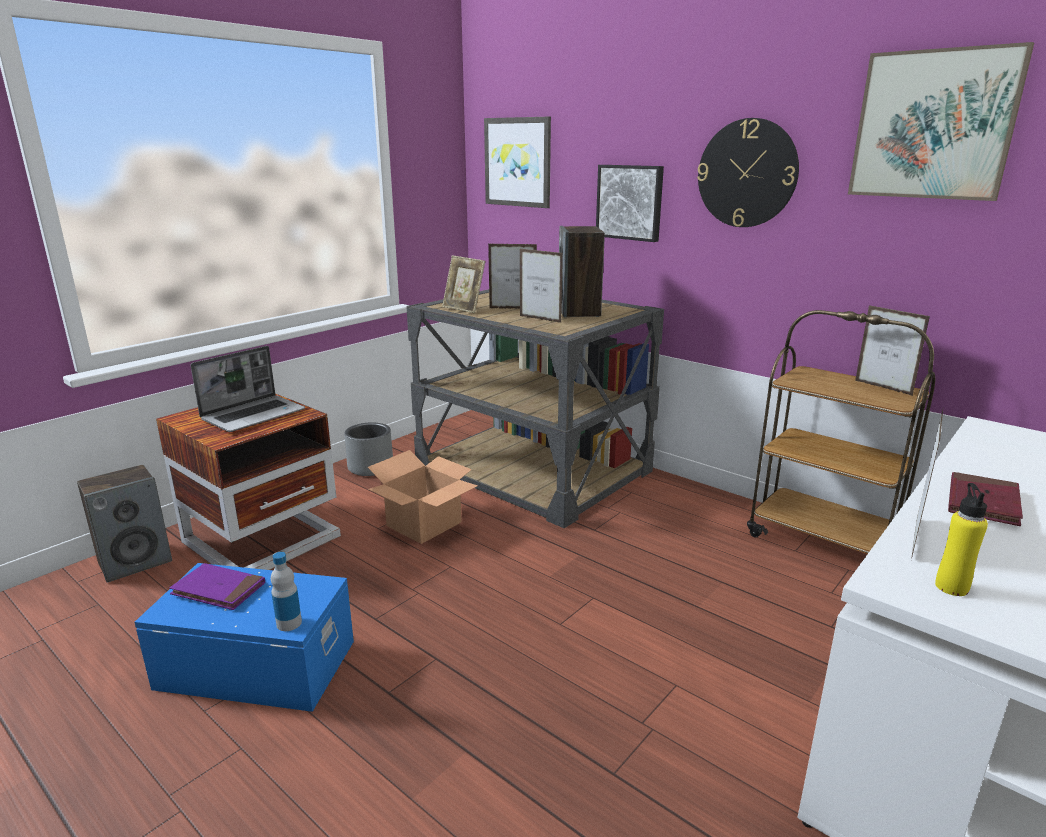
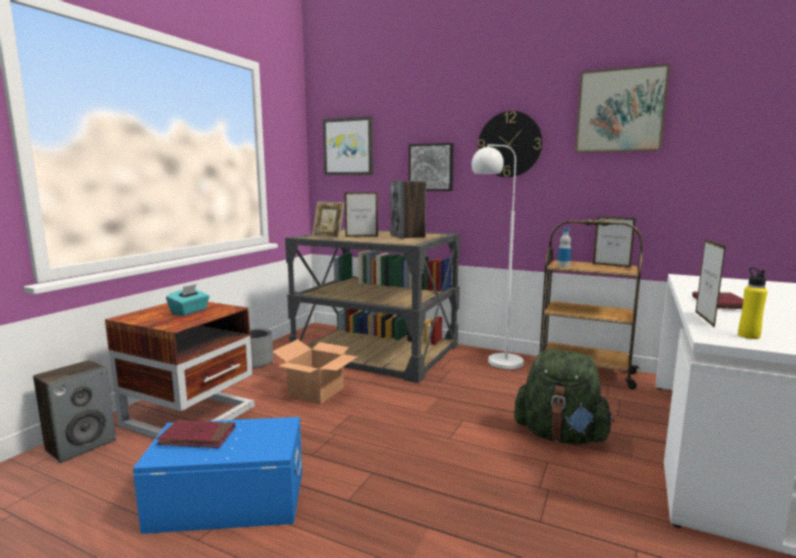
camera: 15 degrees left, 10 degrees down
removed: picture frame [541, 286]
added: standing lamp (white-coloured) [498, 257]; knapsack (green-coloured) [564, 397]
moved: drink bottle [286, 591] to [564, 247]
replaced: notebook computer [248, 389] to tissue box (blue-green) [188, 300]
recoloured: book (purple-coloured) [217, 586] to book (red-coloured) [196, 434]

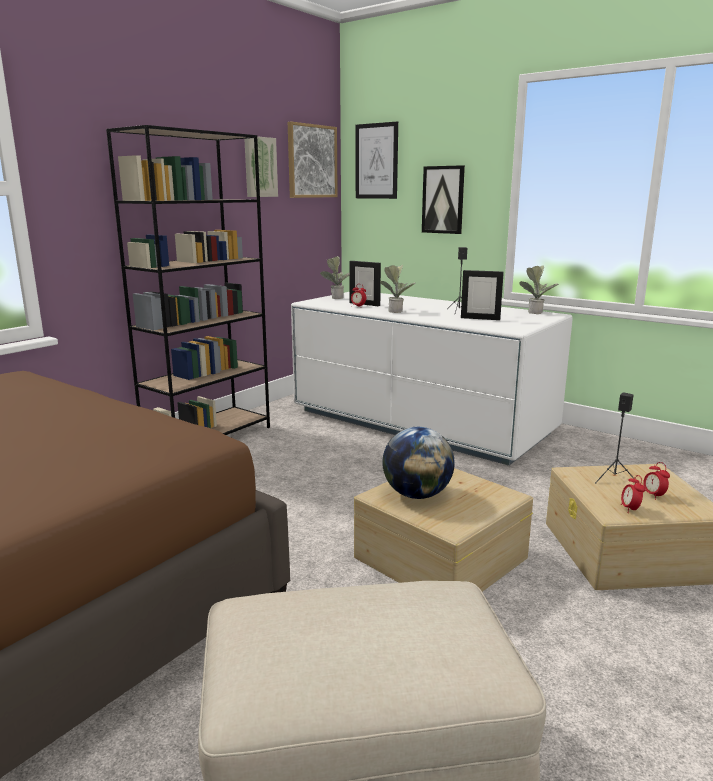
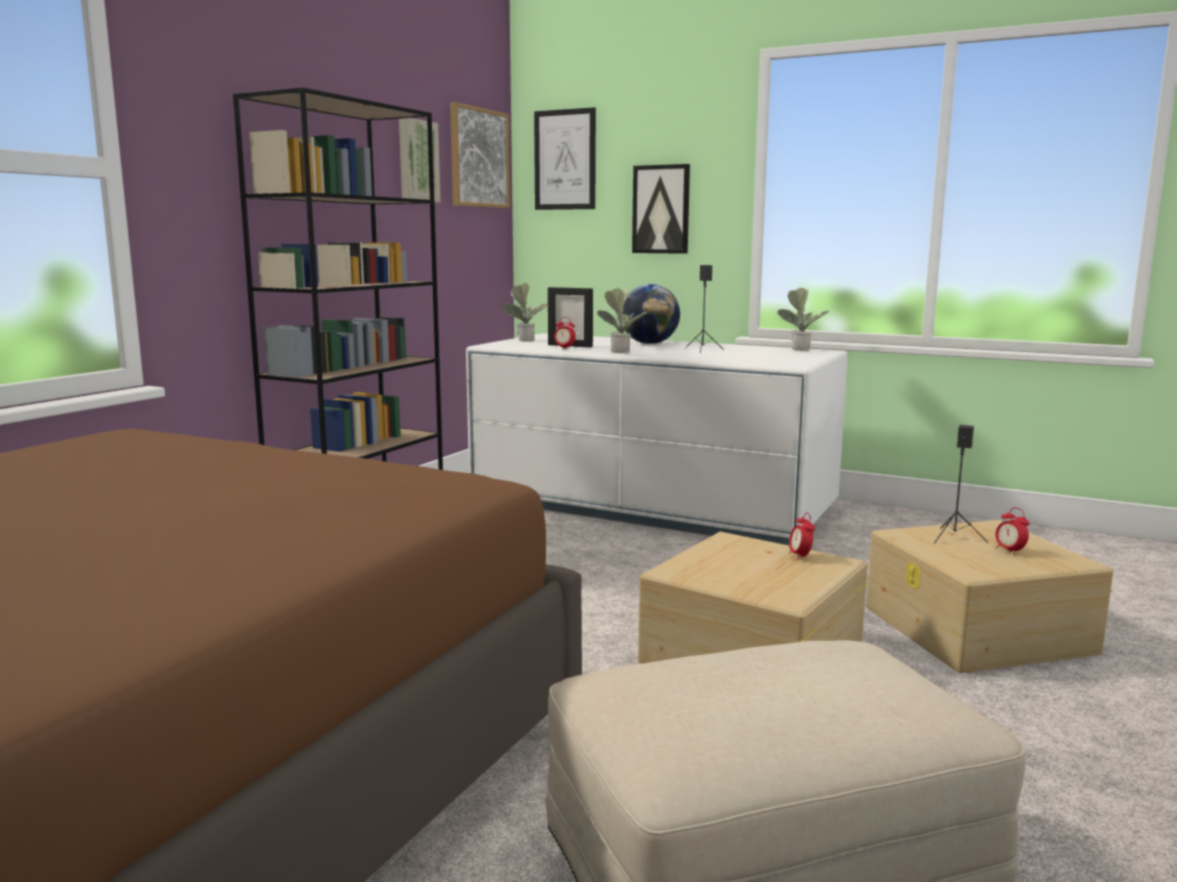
camera: 10 degrees left, 5 degrees down
removed: picture frame [482, 295]
moved: world globe [418, 463] to [651, 314]; bedside clock [633, 494] to [802, 536]

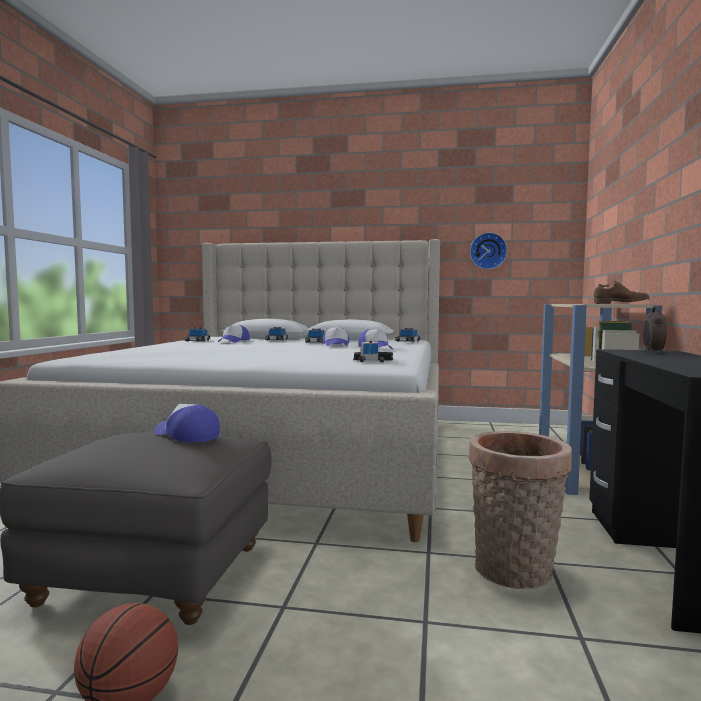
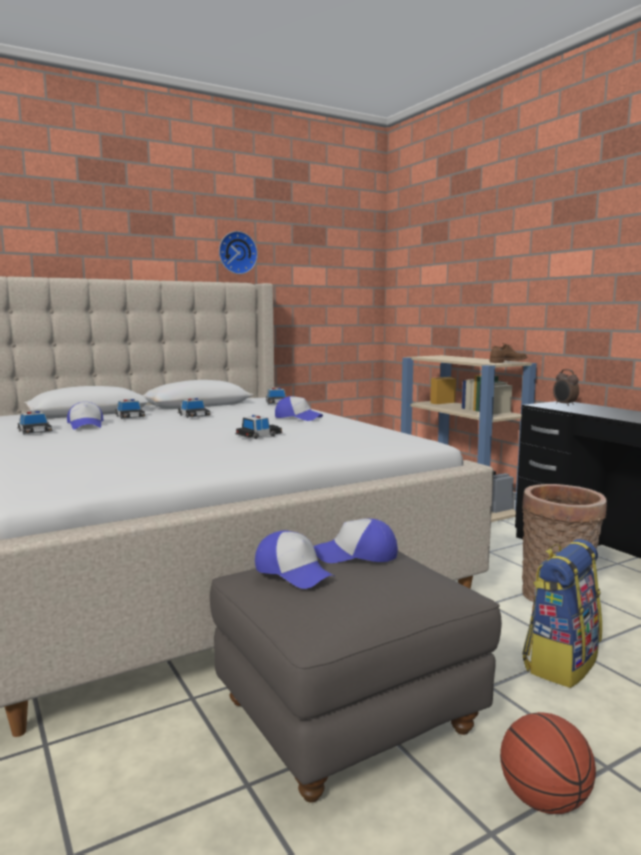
camera: 40 degrees left, 5 degrees up
added: knapsack [562, 613]
moved: baseball cap [336, 336] to [295, 560]; toy car [373, 351] to [259, 427]; wall clock [488, 251] to [238, 252]

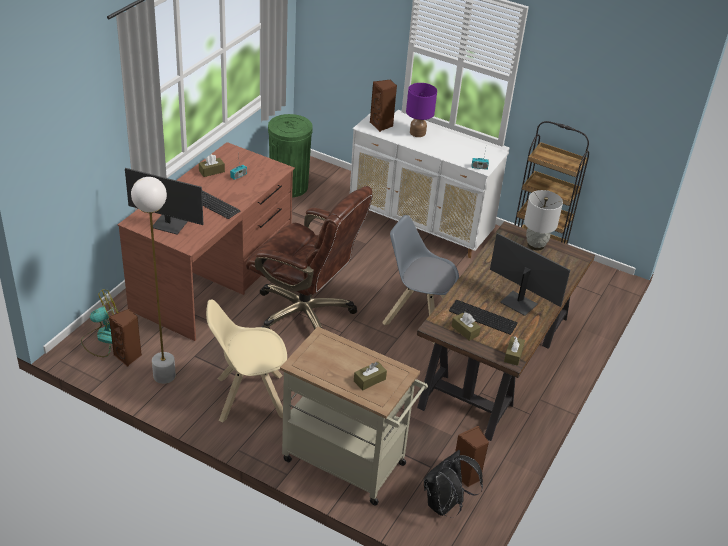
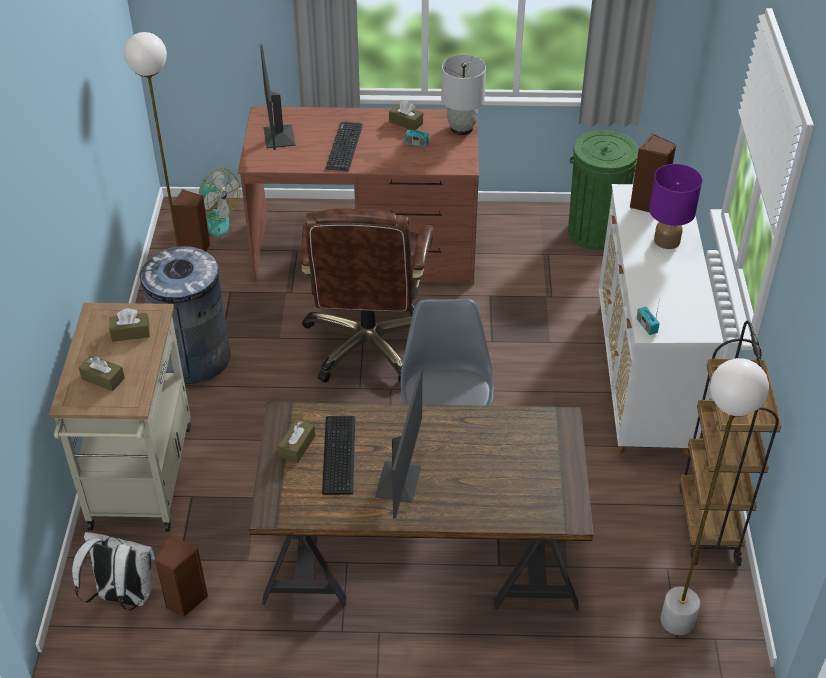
camera: 65 degrees right, 5 degrees up
added: standing lamp (white-coloured) [715, 496]
moved: tissue box (brown) [514, 351] to [129, 325]; table lamp (white-coloured) [543, 220] to [463, 95]
replaced: upright chair (beige-coloured) [246, 361] to waste bin (gray) [184, 315]
recoloured: knapsack (black) [453, 483] to knapsack (white-coloured) [114, 571]

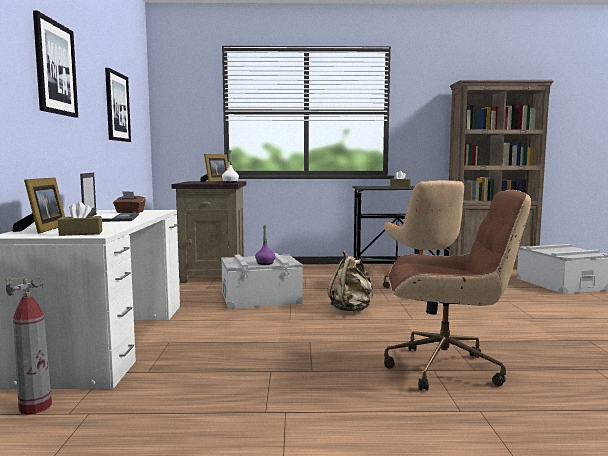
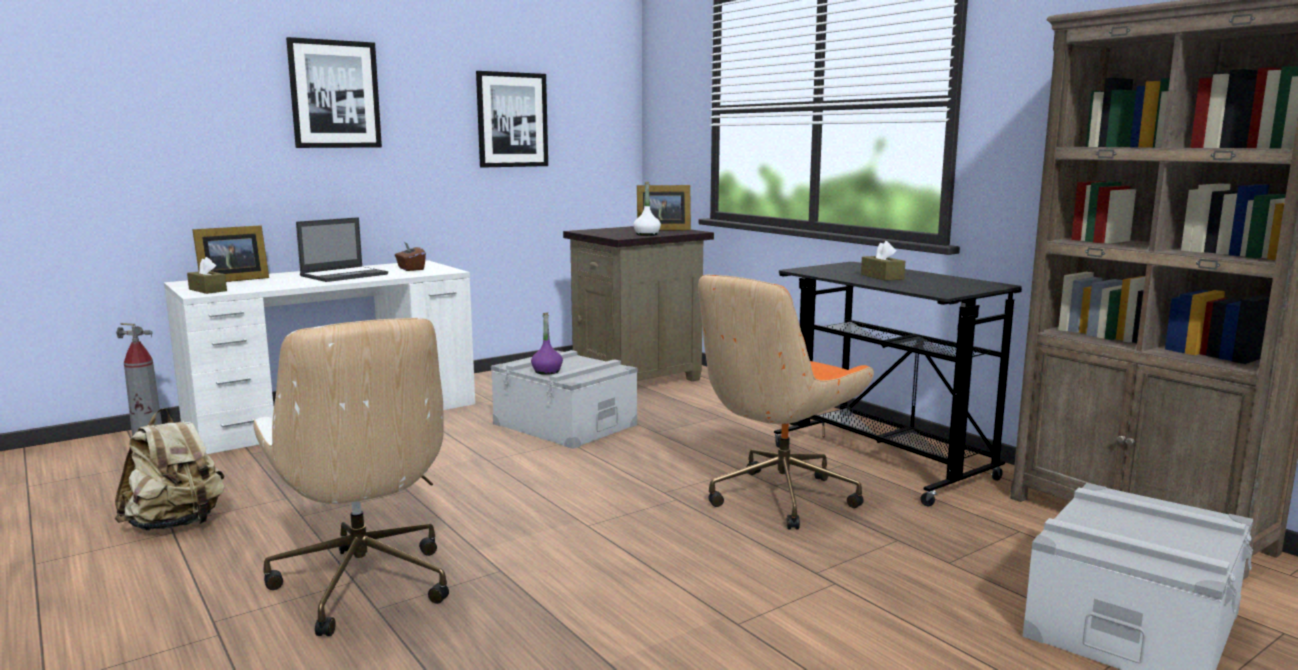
camera: 55 degrees right, 5 degrees up
moved: knapsack (beige-coloured) [350, 281] to [170, 469]
recoloured: computer chair (brown) [457, 290] to computer chair (white-coloured) [351, 477]

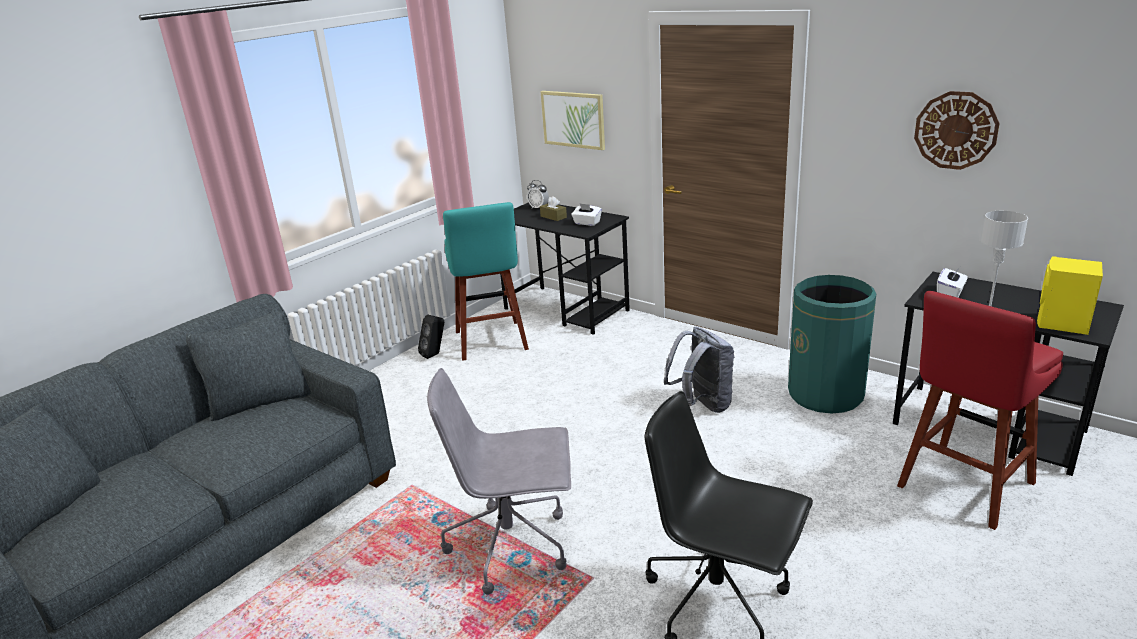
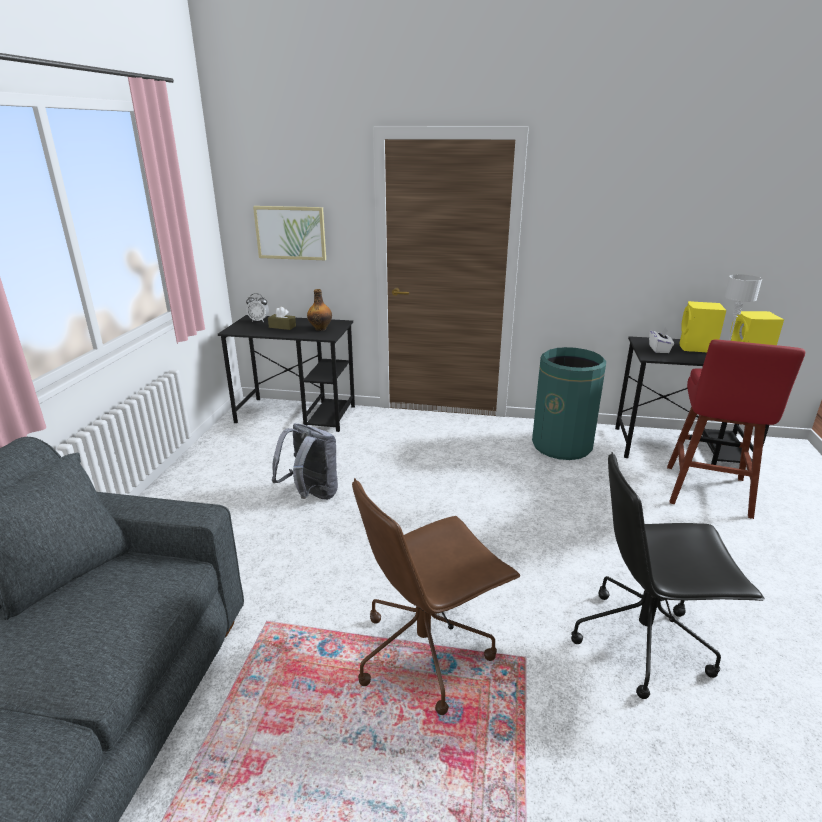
camera: 30 degrees left, 0 degrees up
removed: audio speaker (black) [431, 337]; sitting stool (blue-green) [486, 281]; wall clock [957, 130]
added: audio speaker (yellow-coloured) [703, 326]
moved: knapsack (gray) [699, 370] to [305, 461]
replaced: tissue box (white-coloured) [586, 215] to drink bottle [319, 310]
recoloured: computer chair (gray) [499, 481] to computer chair (brown) [436, 597]

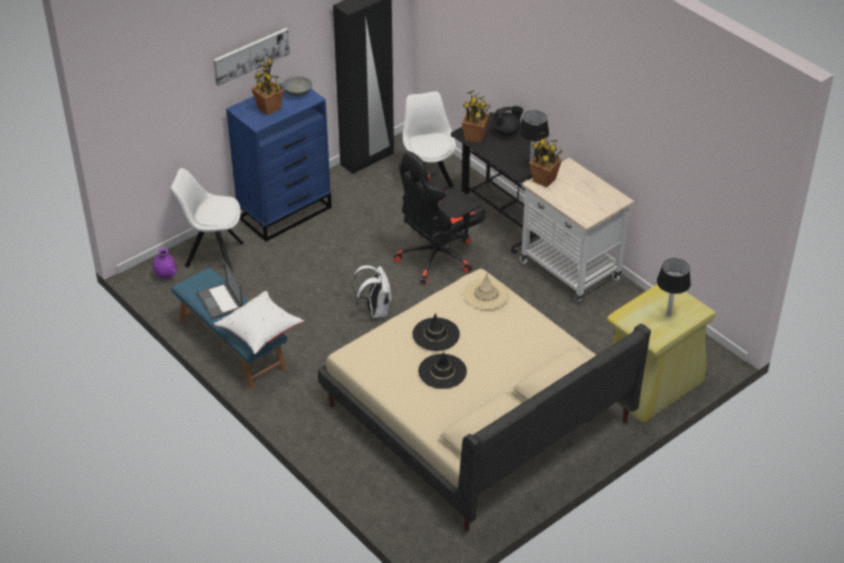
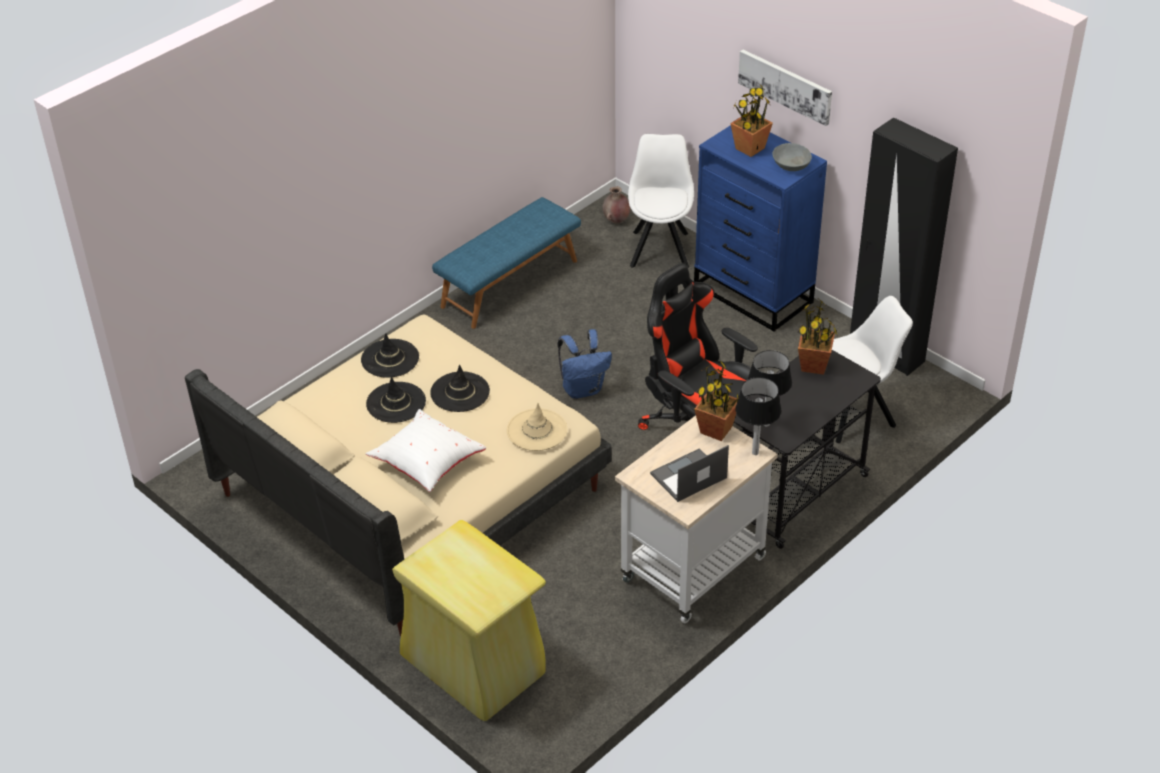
camera: 85 degrees right, 0 degrees up
removed: teapot (black) [507, 120]
added: hat (black) [390, 355]
moved: notebook computer [220, 290] to [689, 473]; cushion (white-coloured) [259, 322] to [425, 450]; table lamp [674, 287] to [758, 416]
recoloured: decorative vase (purple-coloured) [165, 263] to decorative vase (brown) [616, 205]; knapsack (white-coloured) [371, 291] to knapsack (bluish) [585, 364]

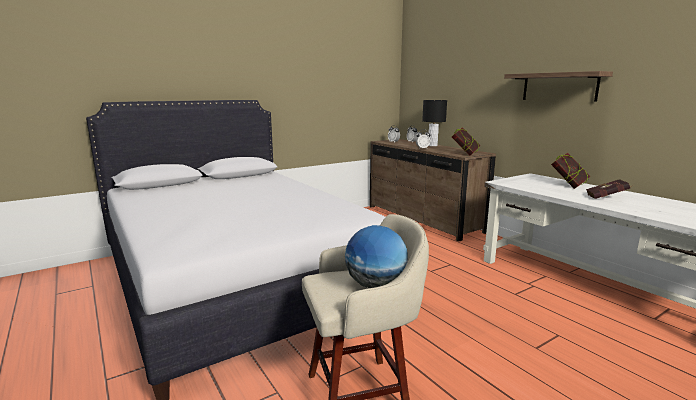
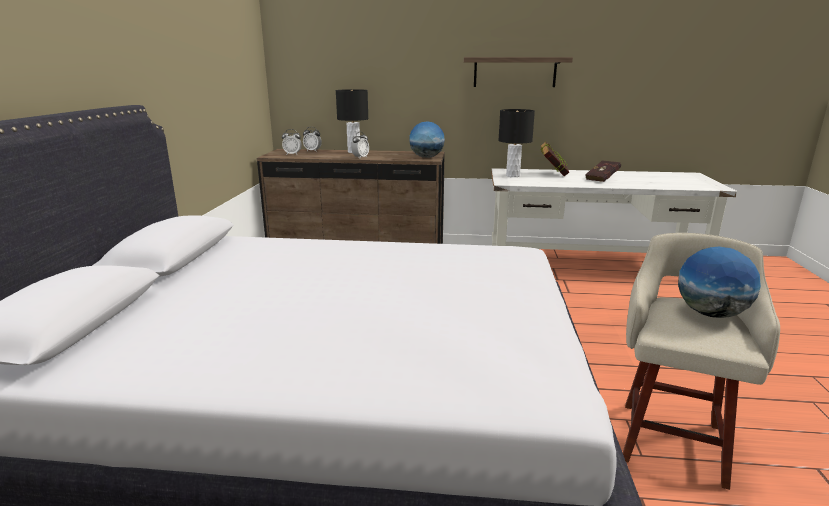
camera: 50 degrees left, 5 degrees up
added: table lamp (black) [516, 143]
replaced: book [466, 141] to world globe [427, 139]

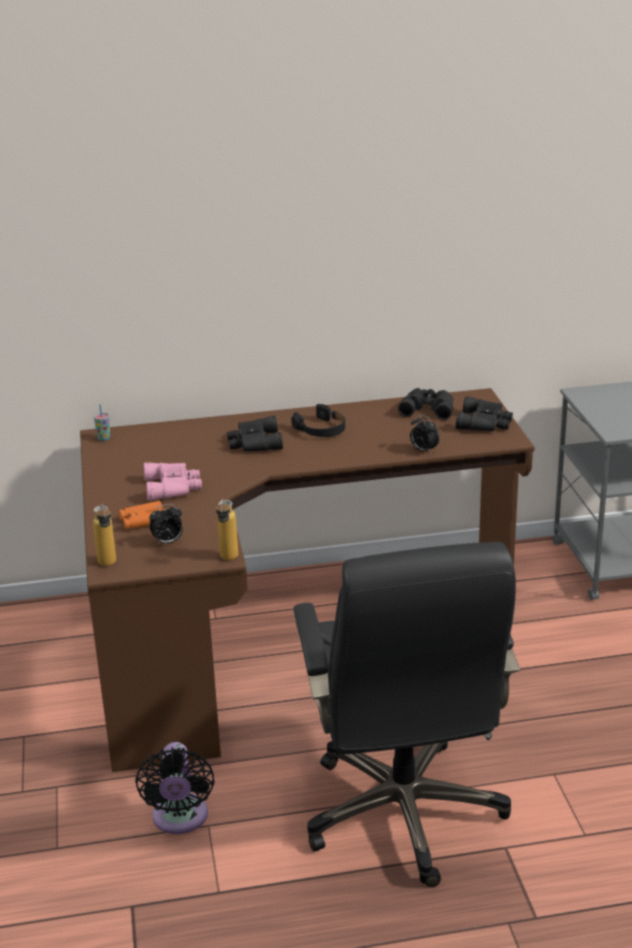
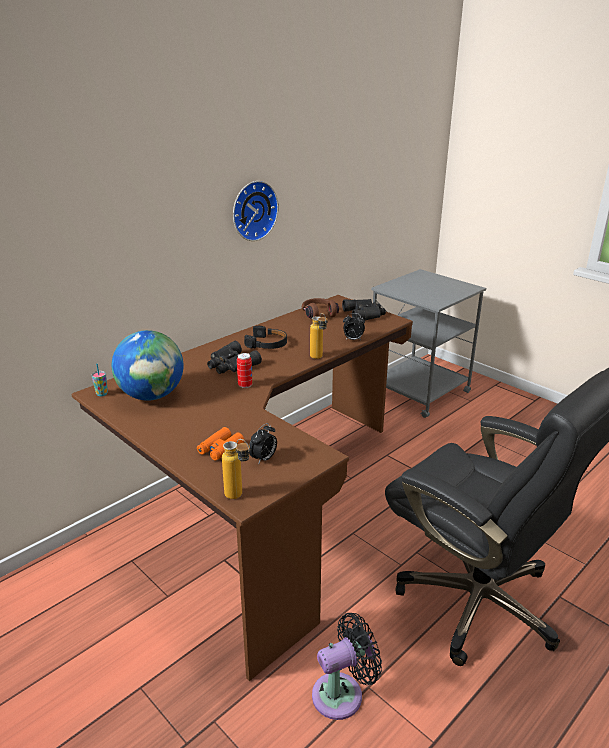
camera: 35 degrees left, 0 degrees up
removed: pair of binoculars (pinkish) [173, 481]
added: world globe [147, 365]; wall clock [256, 211]; metal can [245, 370]
moved: drink bottle [227, 529] to [319, 336]
replaced: pair of binoculars (black) [426, 404] to pair of headphones (brown) [320, 309]
turned: fan (black) [175, 788] = [347, 666] 75 degrees counterclockwise

